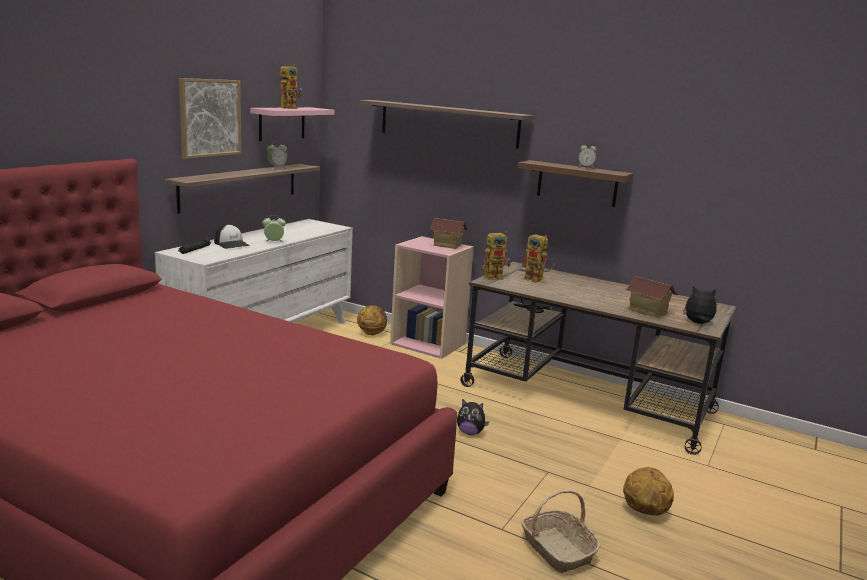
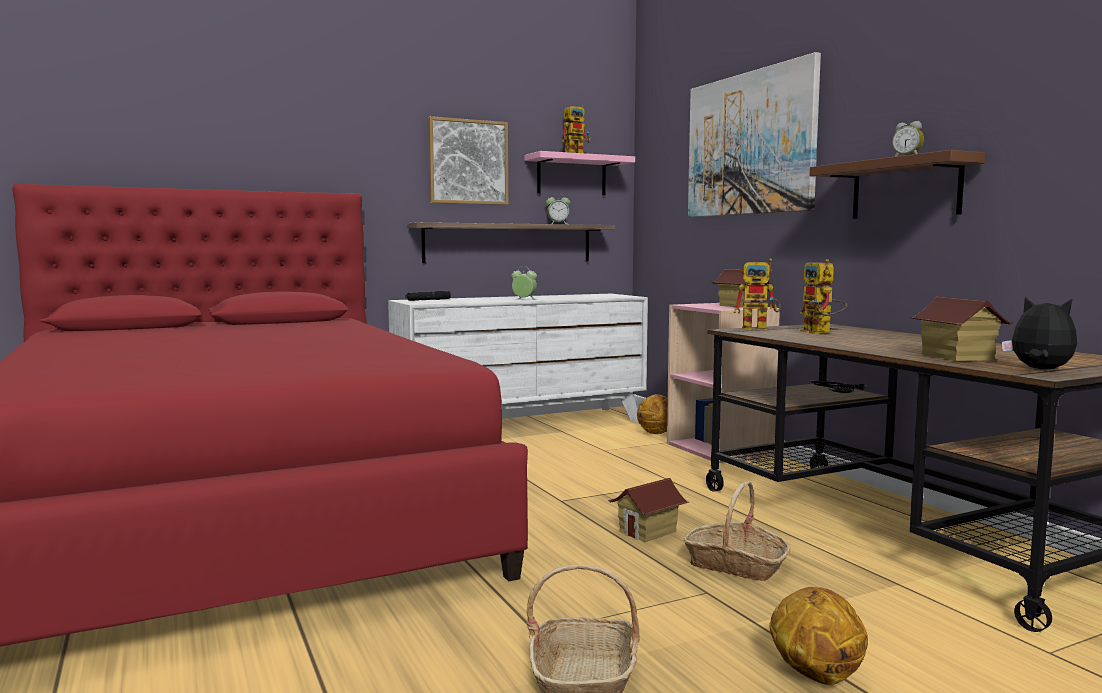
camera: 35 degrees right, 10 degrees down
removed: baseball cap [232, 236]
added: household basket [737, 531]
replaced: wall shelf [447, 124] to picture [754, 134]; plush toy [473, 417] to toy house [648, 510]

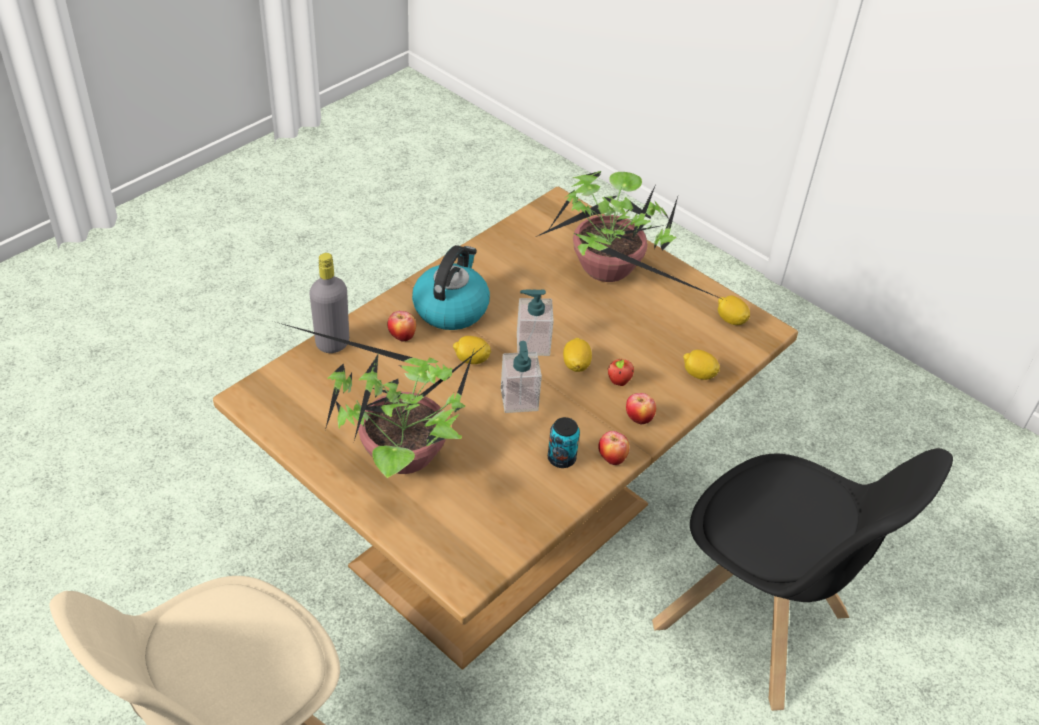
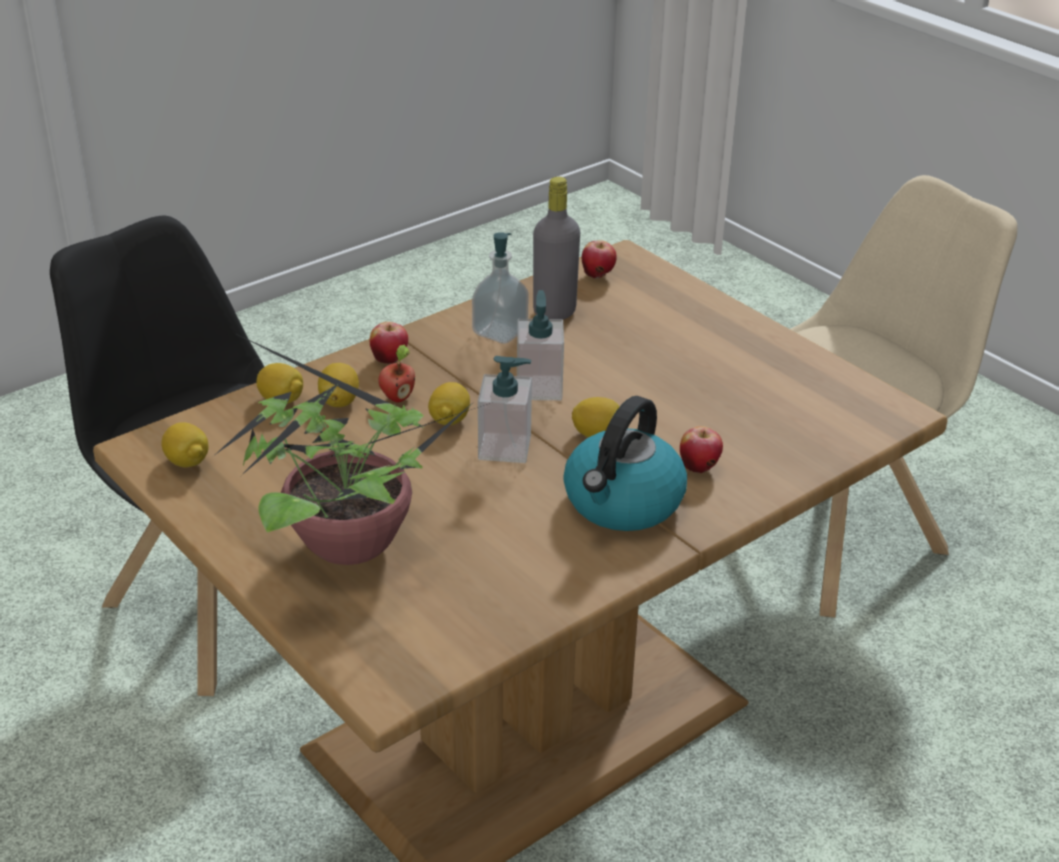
camera: 170 degrees left, 10 degrees down
removed: houseplant [380, 400]
added: lemon [338, 385]
moved: drink bottle (gray) [329, 303] to [556, 248]; whole apple [613, 448] to [599, 259]
replaced: metal can [564, 442] to liquid soap bottle [500, 288]

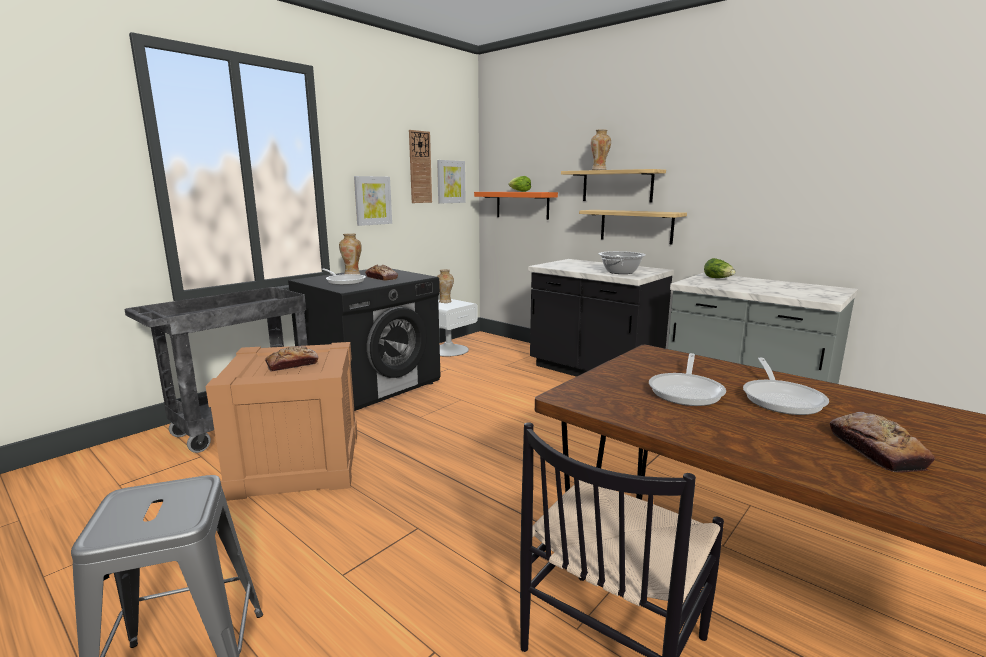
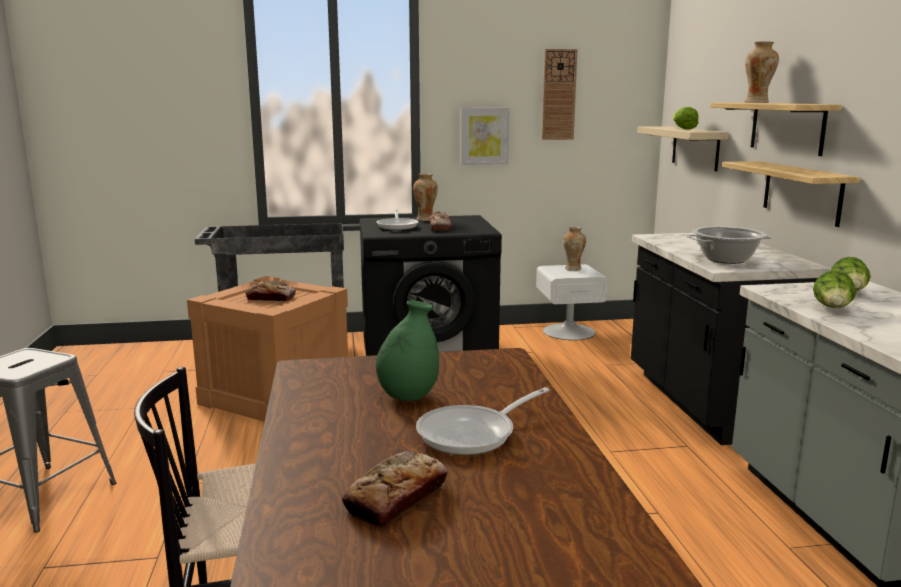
camera: 40 degrees right, 0 degrees up
removed: picture [451, 182]
added: lettuce head [834, 289]
replaced: pan [687, 379] to decorative vase (green-coloured) [407, 350]
recoloured: wall shelf (orange-coloured) [516, 206] to wall shelf (beige-coloured) [683, 149]

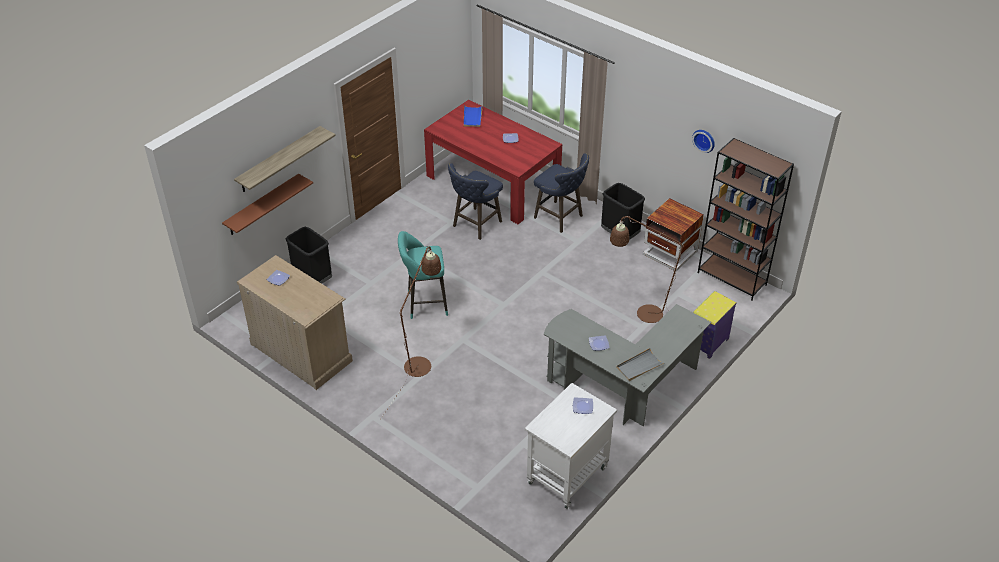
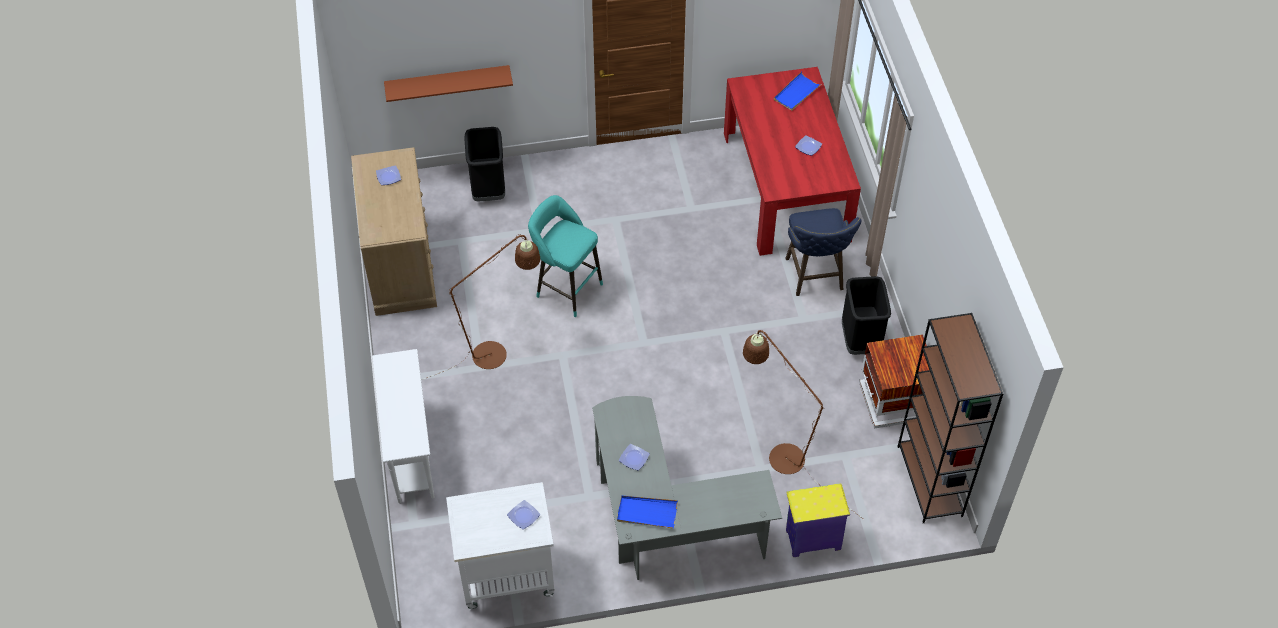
camera: 40 degrees right, 10 degrees up
removed: wall shelf [285, 159]; sitting stool (bluish) [475, 201]; wall clock [703, 141]
added: hall table (white-coloured) [403, 426]
recoloured: serving tray (gray) [640, 364] to serving tray (bluish) [647, 512]

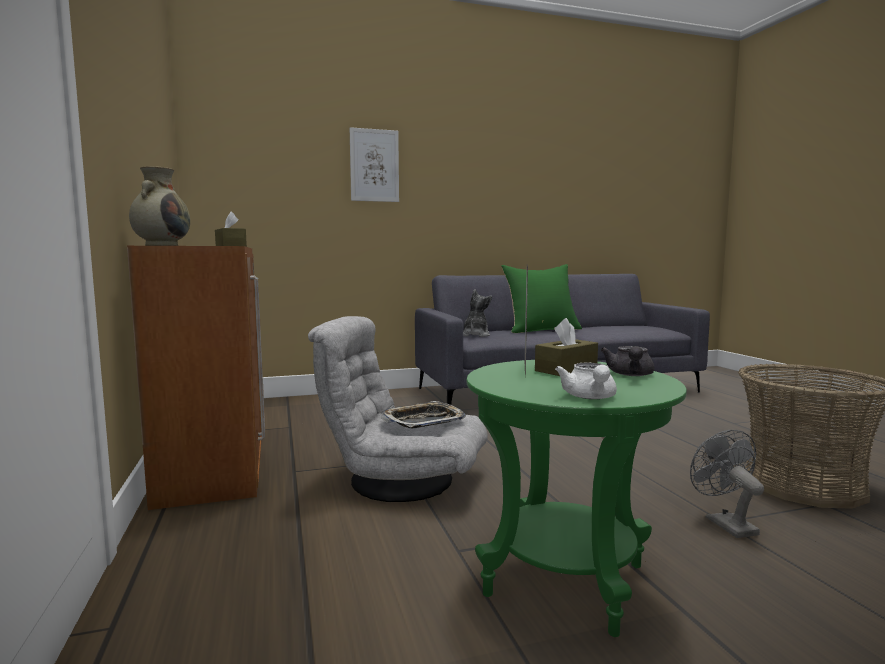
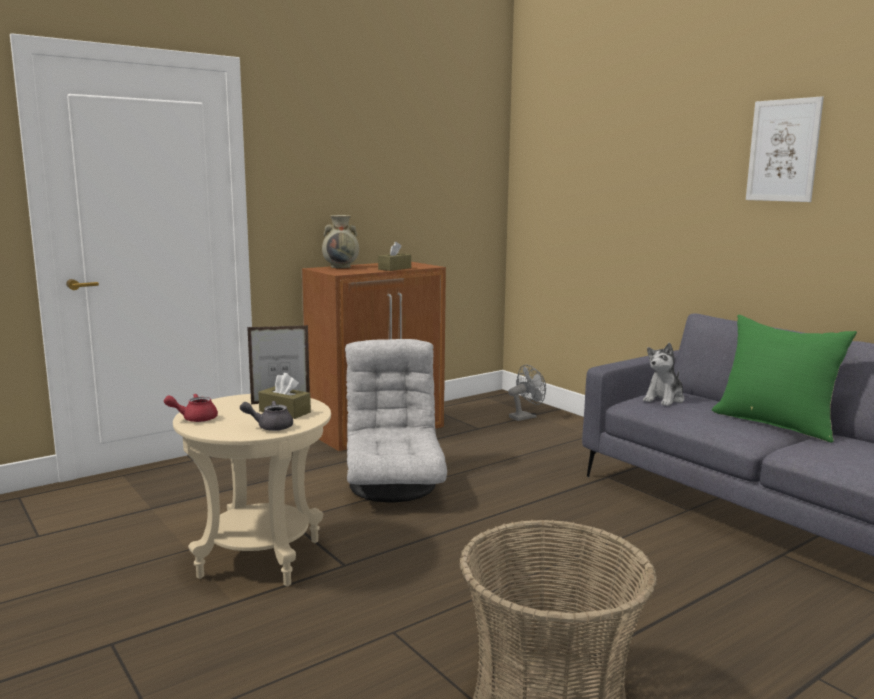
camera: 70 degrees right, 5 degrees up
removed: serving tray [423, 414]
moved: picture [374, 164] to [785, 149]; fan (gray) [727, 484] to [527, 393]
recoloured: end table (green-coloured) [577, 498] to end table (beige-coloured) [252, 490]; teapot (white-coloured) [586, 381] to teapot (red-coloured) [191, 408]
turned: plush toy [477, 313] = [663, 374] 135 degrees clockwise

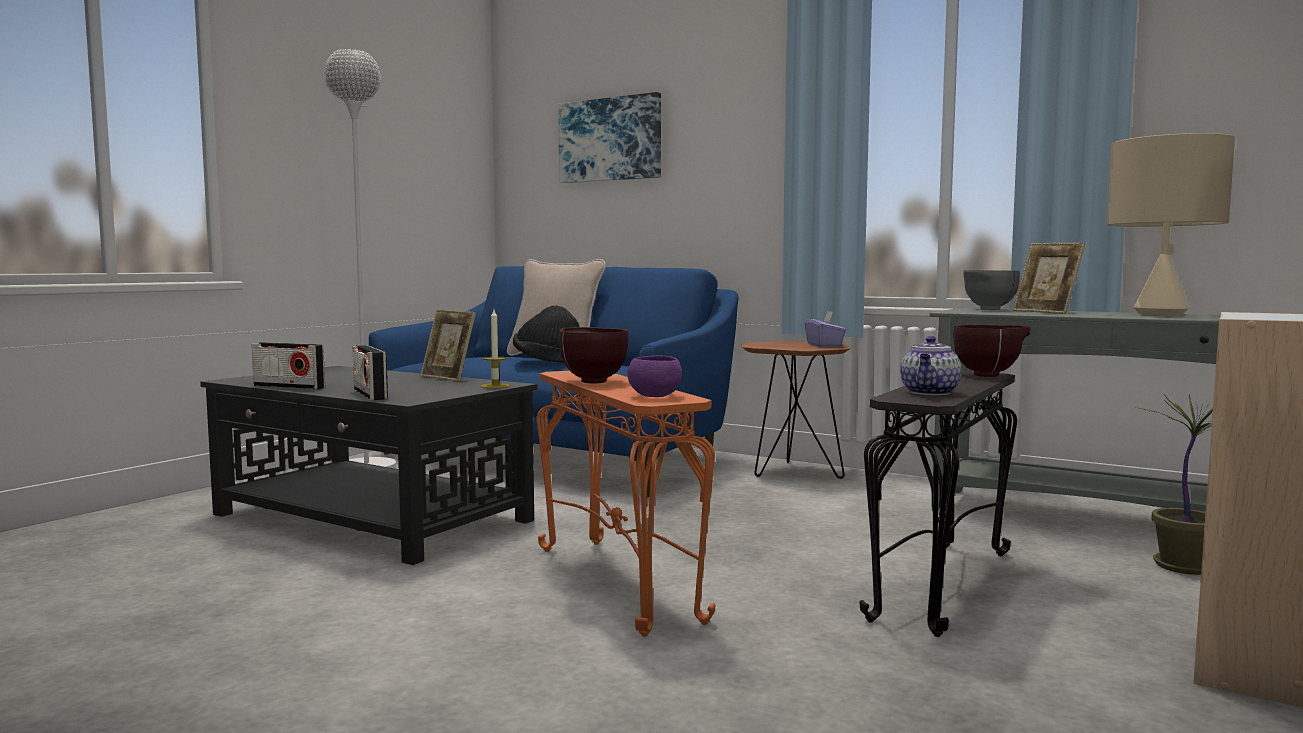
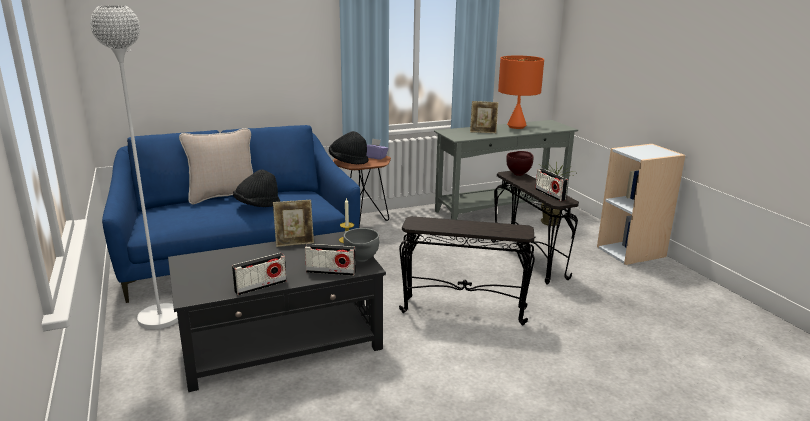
camera: 55 degrees left, 15 degrees up
removed: picture [609, 137]; bowl (brown) [594, 355]; bowl (purple-coloured) [655, 376]
added: hat (black) [349, 148]
moved: bowl (gray) [992, 290] to [361, 245]
replaced: teapot [930, 365] to radio [551, 185]
recoloured: end table (orange-coloured) [626, 504] to end table (black) [467, 270]; table lamp (beige-coloured) [1171, 224] to table lamp (orange-coloured) [521, 92]

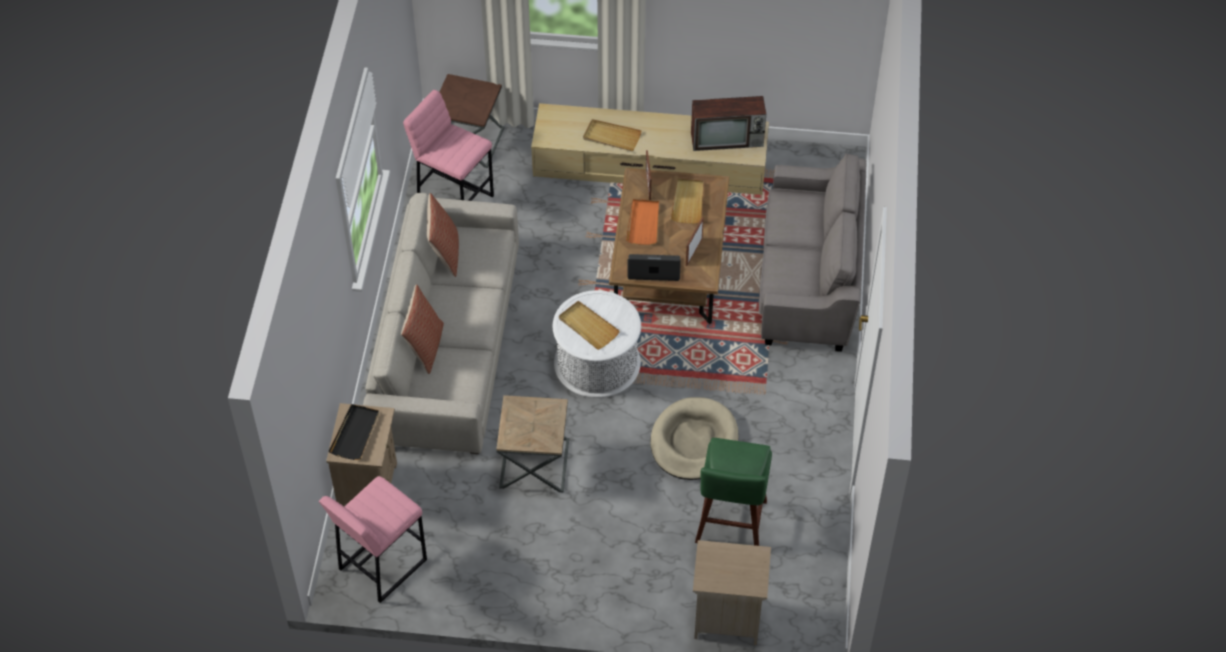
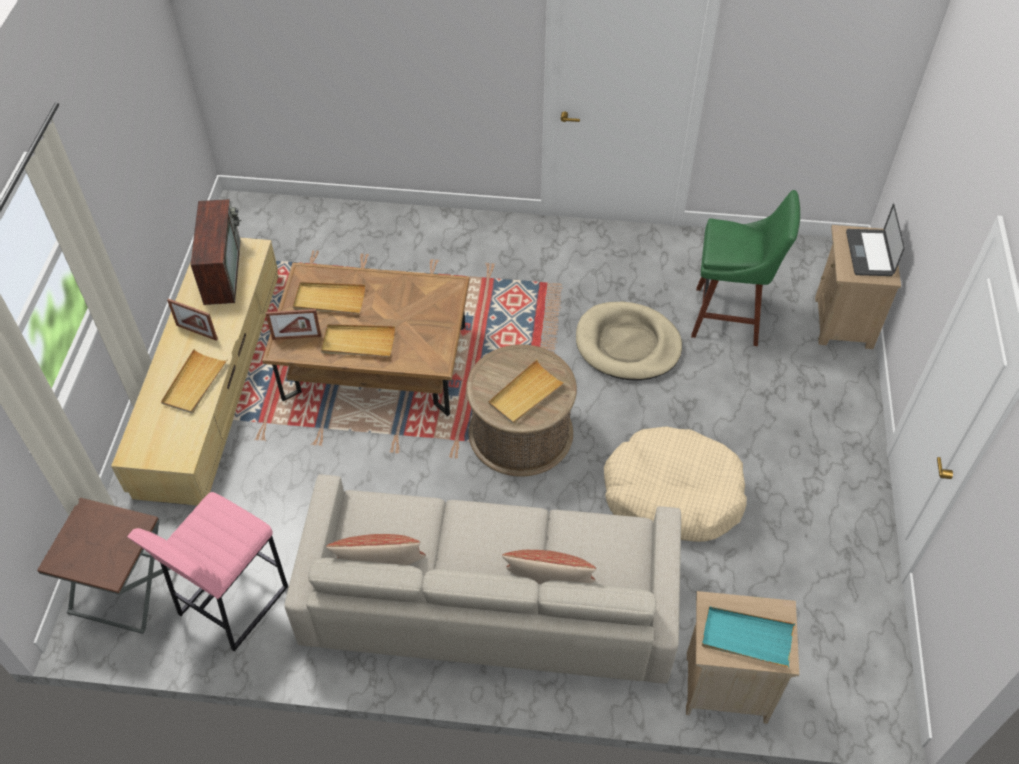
camera: 90 degrees left, 0 degrees up
removed: sitting stool (pinkish) [373, 539]; sofa (gray) [812, 253]
moved: notebook computer [654, 267] to [875, 239]; picture frame [695, 241] to [192, 320]
replaced: end table (brown) [532, 443] to dog bed (beige-coloured) [675, 484]
recoloured: serving tray (black) [354, 432] to serving tray (blue-green) [748, 637]; lounge table (white-coloured) [597, 344] to lounge table (brown) [521, 410]; serving tray (orange-coloured) [642, 222] to serving tray (beige-coloured) [358, 340]

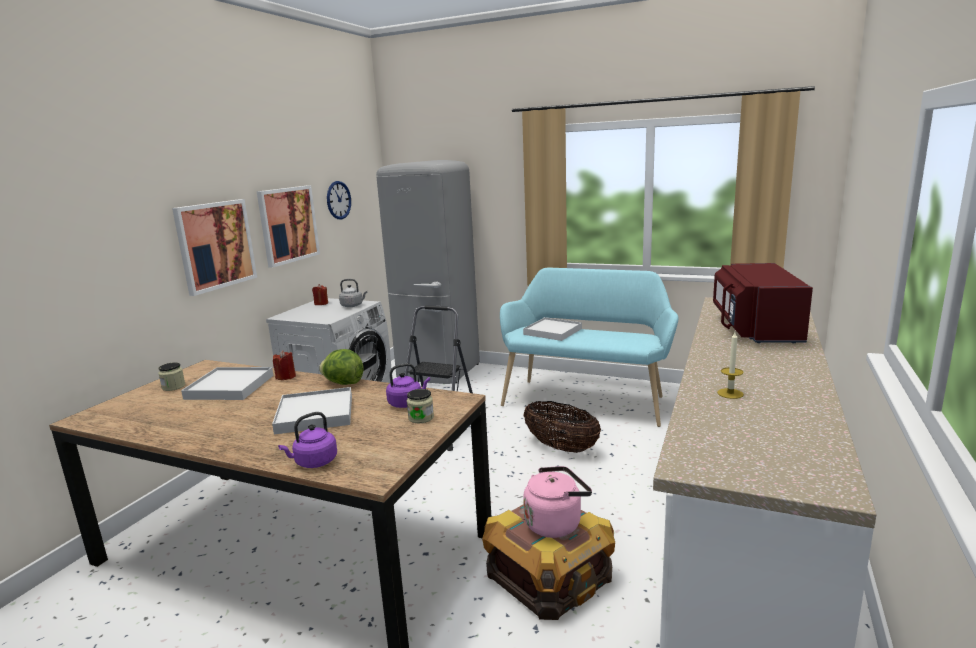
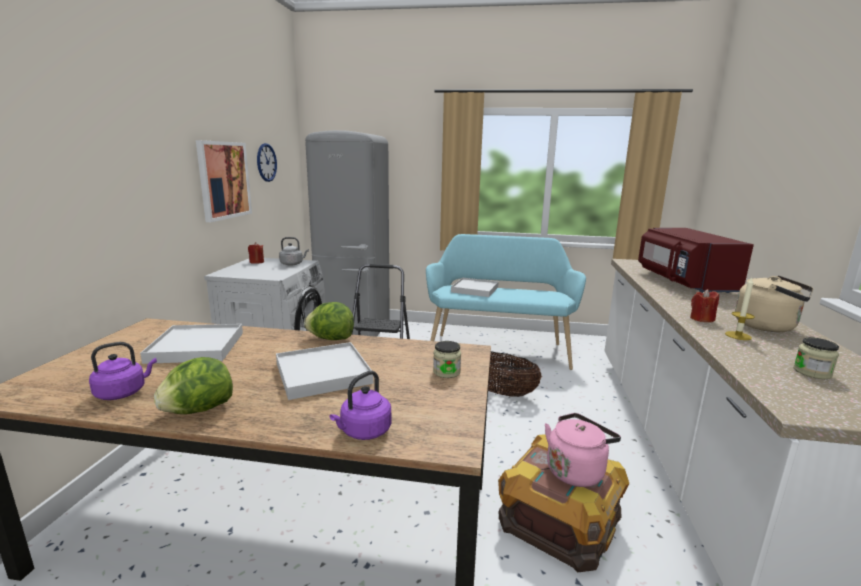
camera: 15 degrees left, 0 degrees up
removed: picture [214, 247]
added: lettuce head [193, 385]; kettle (beige-coloured) [774, 303]
moved: storage jar [171, 376] to [816, 358]; candle (red-coloured) [284, 365] to [704, 305]; kettle (purple-coloured) [408, 385] to [123, 371]

